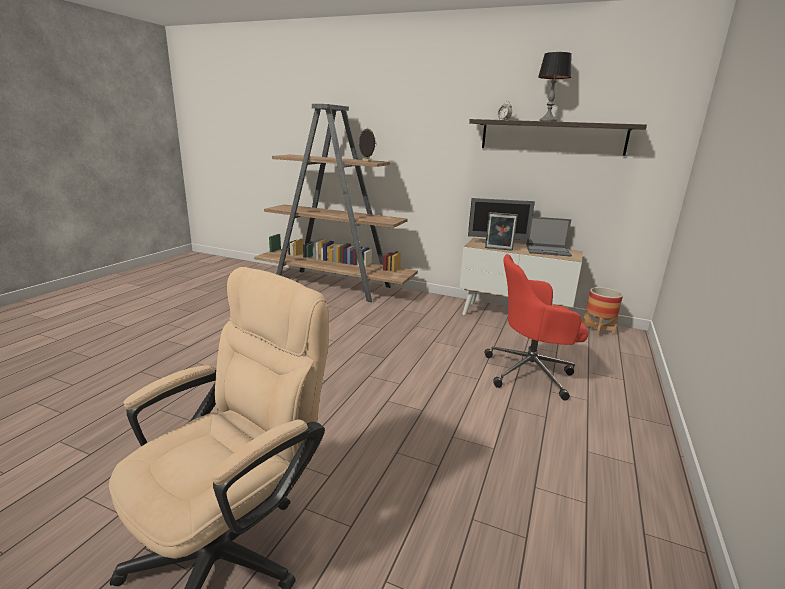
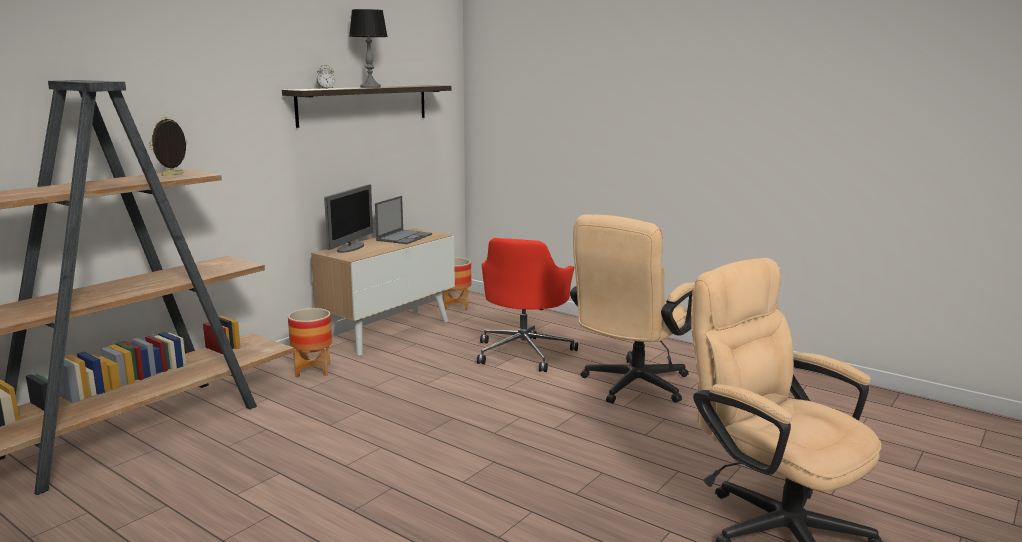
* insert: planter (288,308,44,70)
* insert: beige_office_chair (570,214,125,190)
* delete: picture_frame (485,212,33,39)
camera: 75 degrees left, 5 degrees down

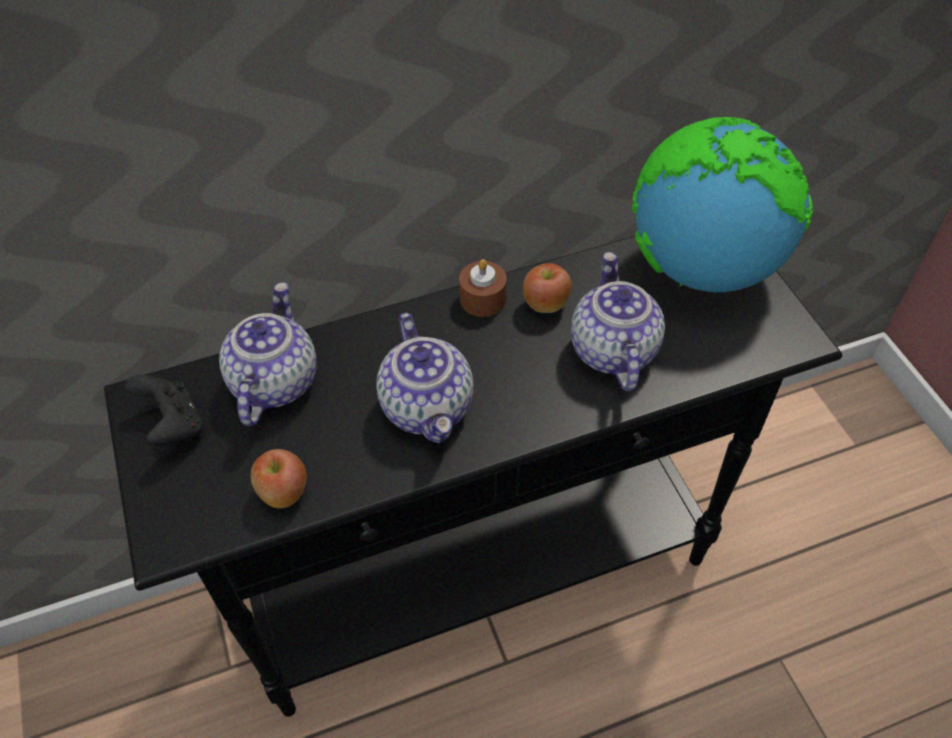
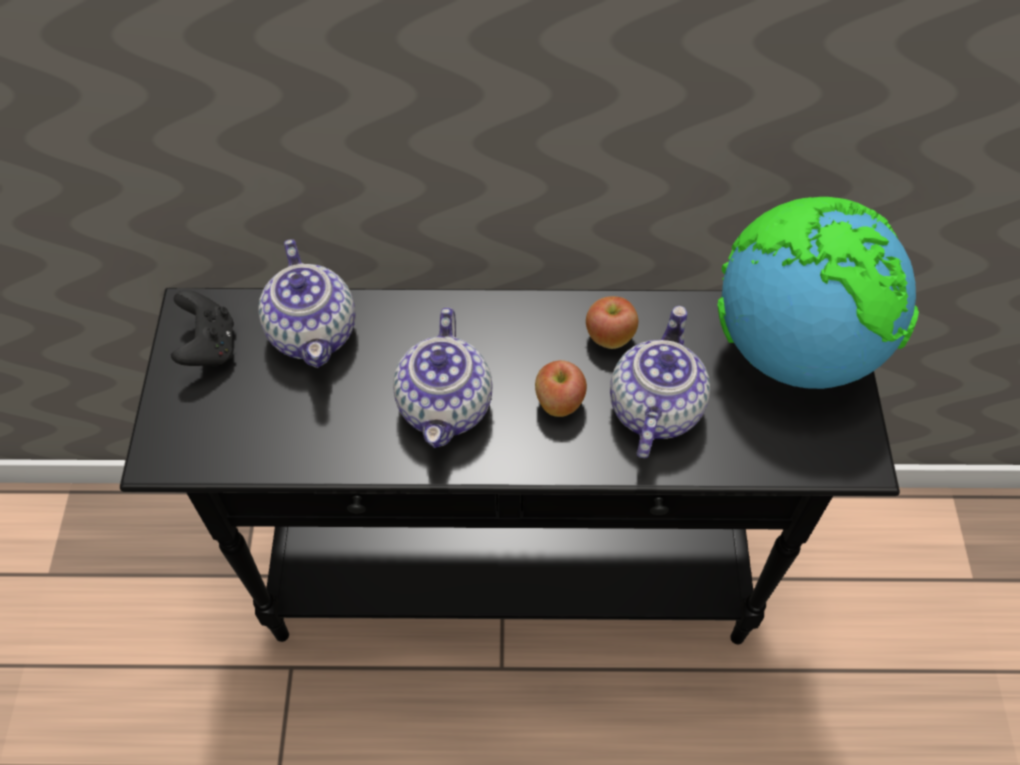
* rotate: teapot (219,282,98,144) = (258,239,98,129) 135 degrees clockwise
* move: apple (251,449,55,59) to (535,360,52,57)
* delete: brown_candle (459,259,48,58)
camera: 20 degrees right, 5 degrees up

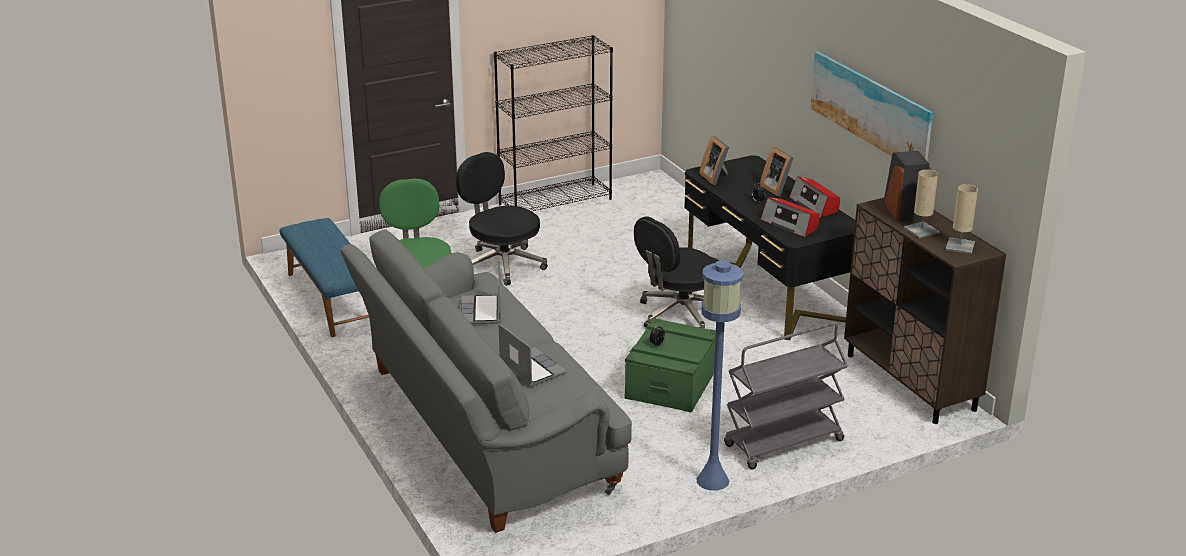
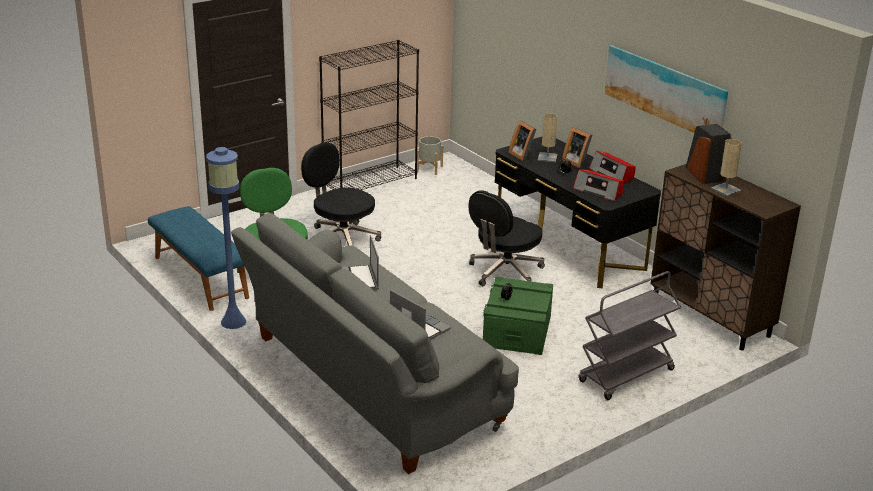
* move: blue_floor_lamp (697,260,46,231) to (206,147,40,182)
* insert: grey_planter (417,136,26,39)
* move: beige_table_lamp (945,184,33,70) to (538,114,20,48)
camera: 10 degrees left, 0 degrees up

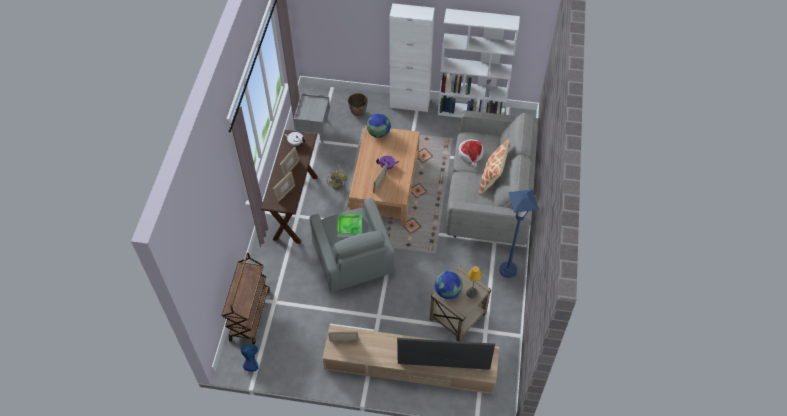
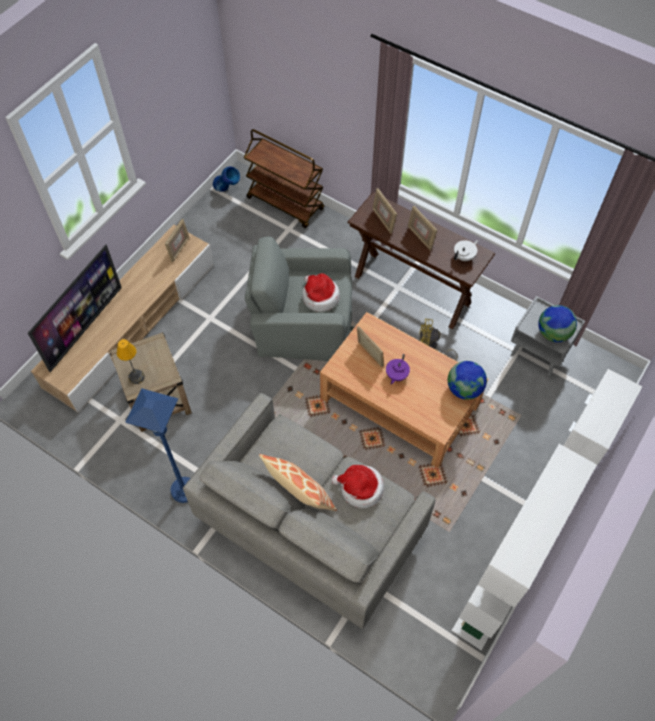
* replace: tray (337,214,25,23) to hat (302,273,38,39)
* move: globe (435,271,28,28) to (538,305,39,37)
* delete: planter (348,93,20,23)
camera: 115 degrees right, 5 degrees up

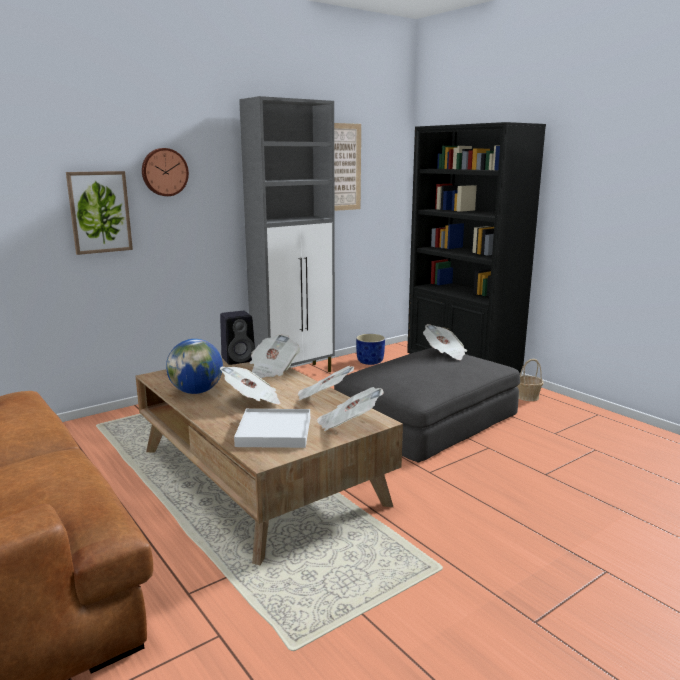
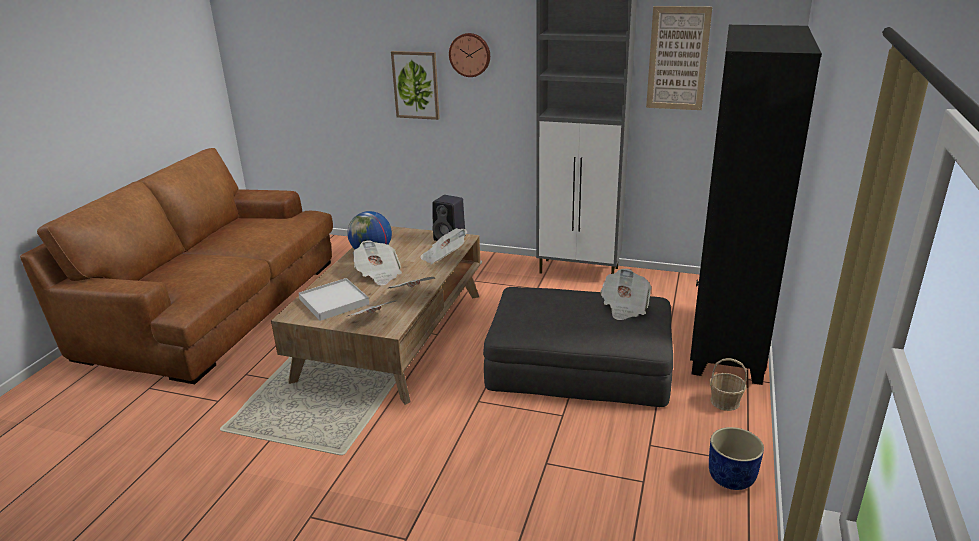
* move: blue_planter (356,334,29,31) to (709,427,55,63)
camera: 55 degrees right, 10 degrees up

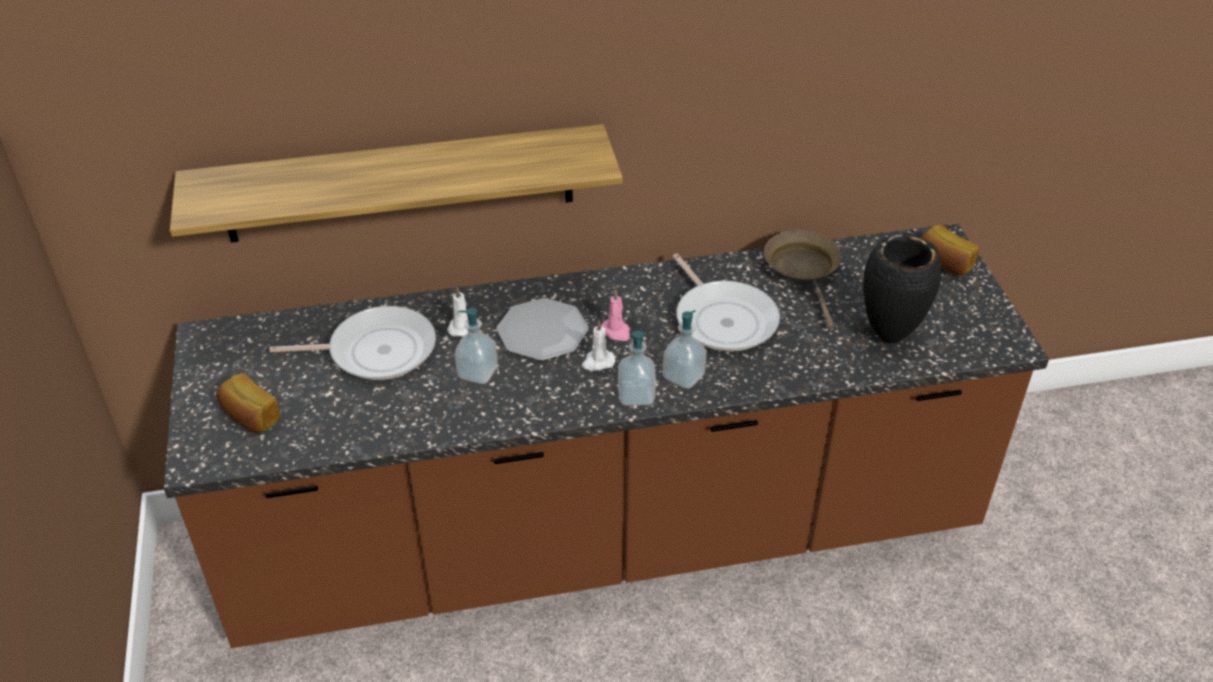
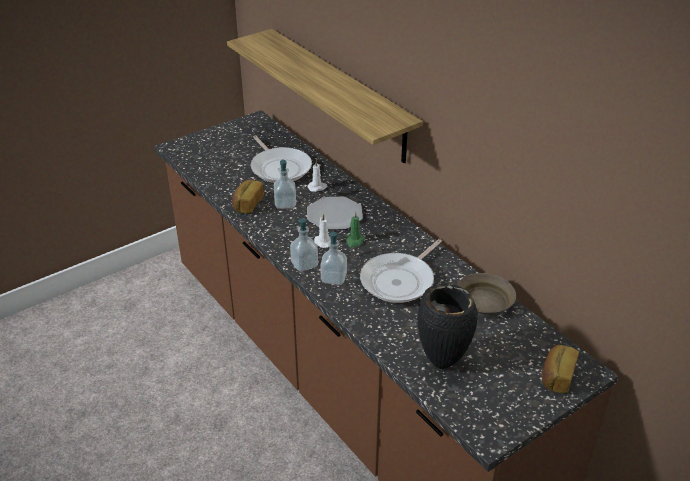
* move: bread (216,373,64,60) to (232,180,32,34)
* recolor: pink_candle (601,290,29,51) to green_candle (346,212,19,36)
camera: 65 degrees right, 5 degrees down

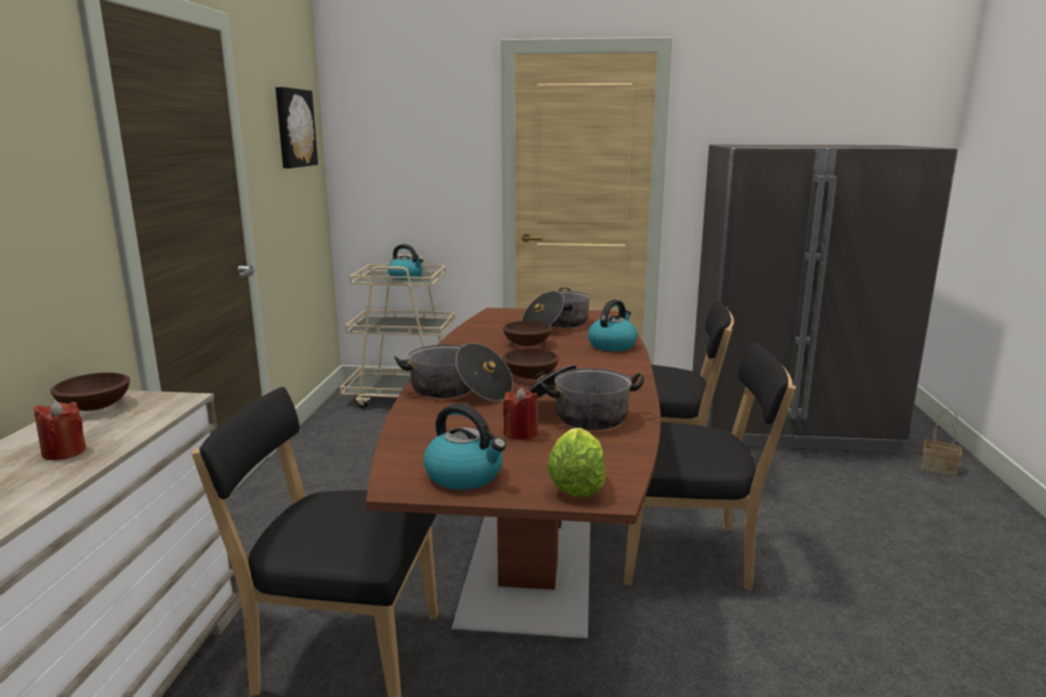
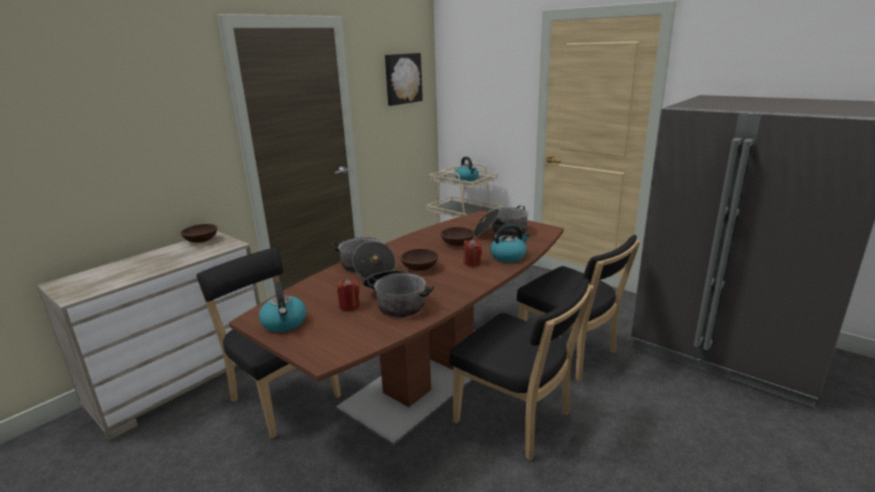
* move: red_candle (34,400,52,60) to (463,239,19,28)
* delete: lettuce (547,428,58,69)
* delete: basket (921,409,41,67)
camera: 35 degrees right, 5 degrees up

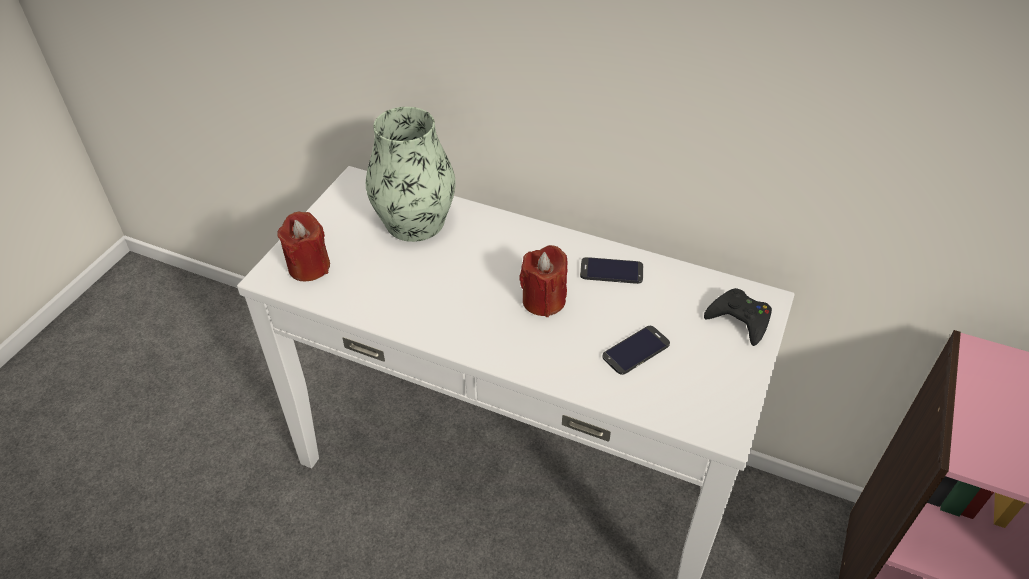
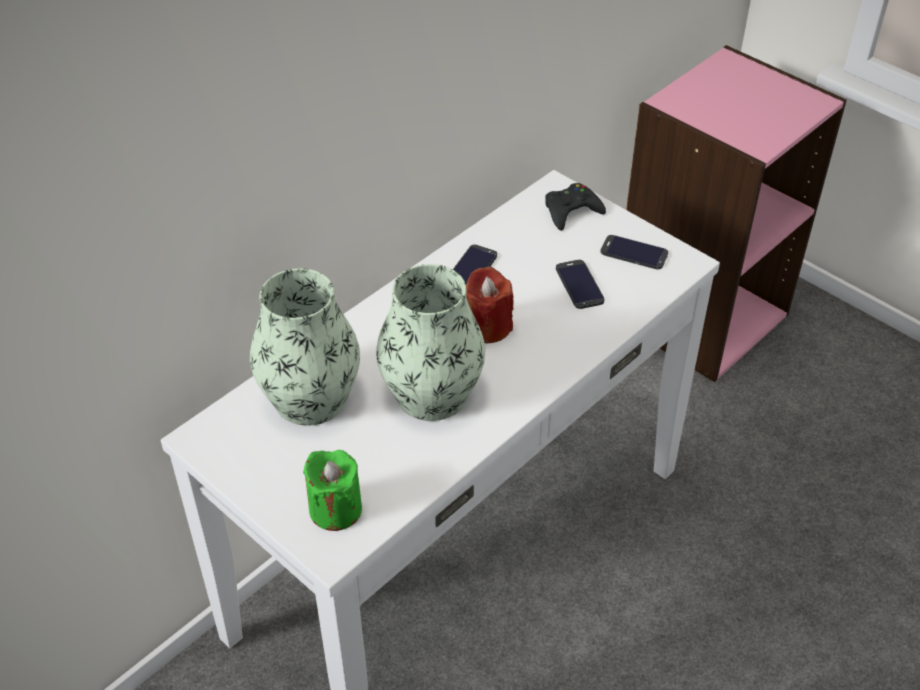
* recolor: red_candle (277,212,53,69) to green_candle (303,450,59,81)
* insert: vase (376,264,110,157)
* insert: phone (600,235,68,34)
camera: 70 degrees left, 0 degrees up

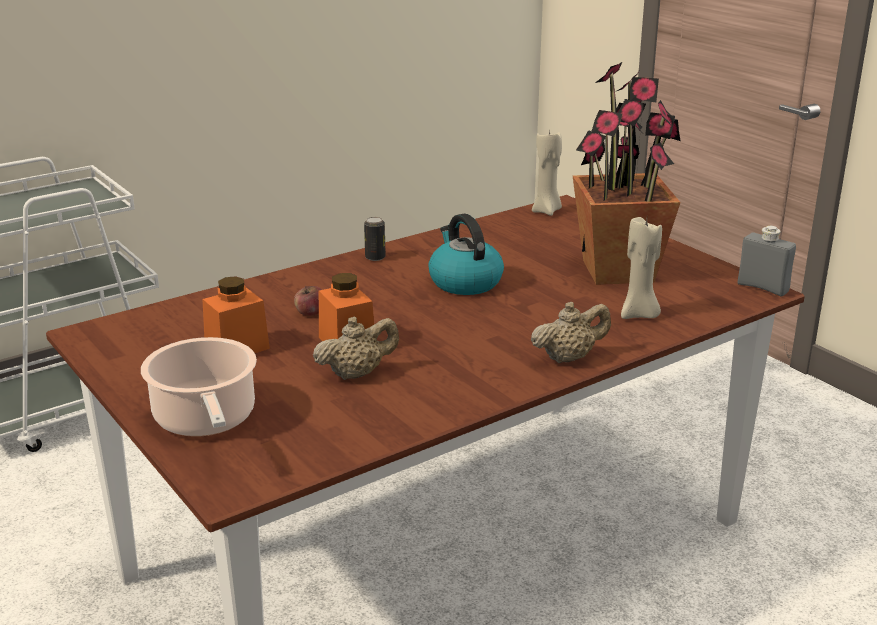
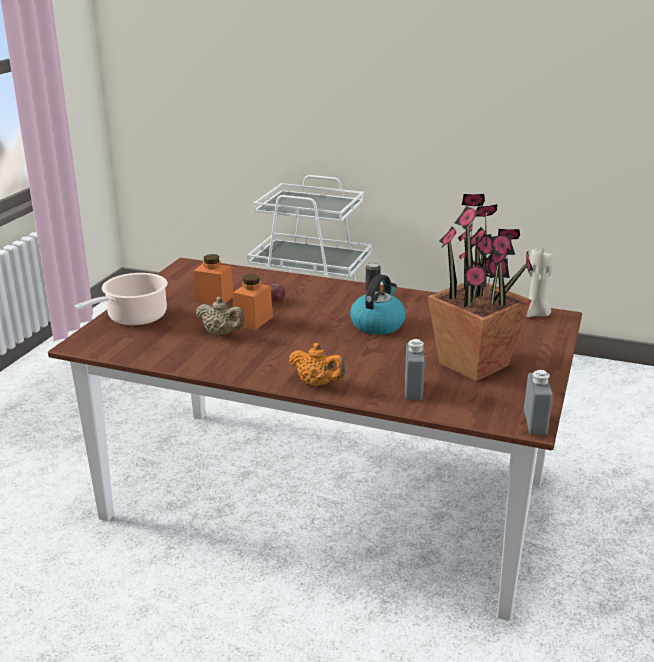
* recolor: beige_teapot (531,302,80,61) to orange_teapot (289,343,56,44)
* replace: beige_candle (621,217,41,102) to grey_bottle (405,339,20,61)
camera: 55 degrees right, 0 degrees up

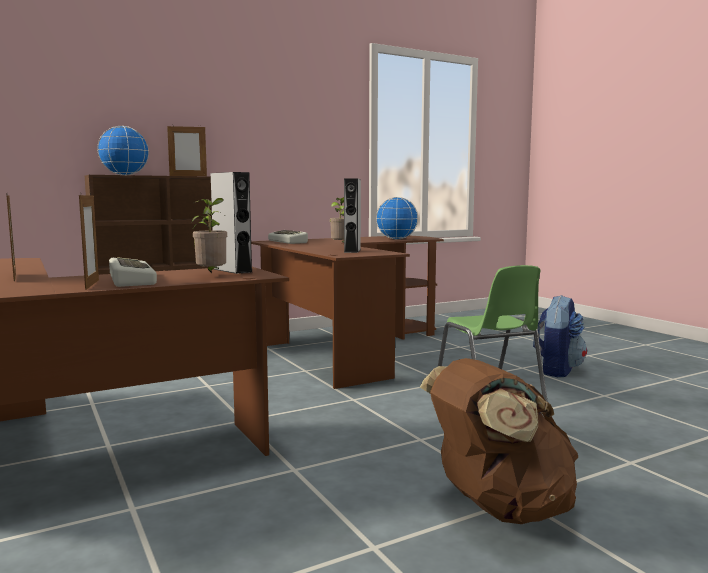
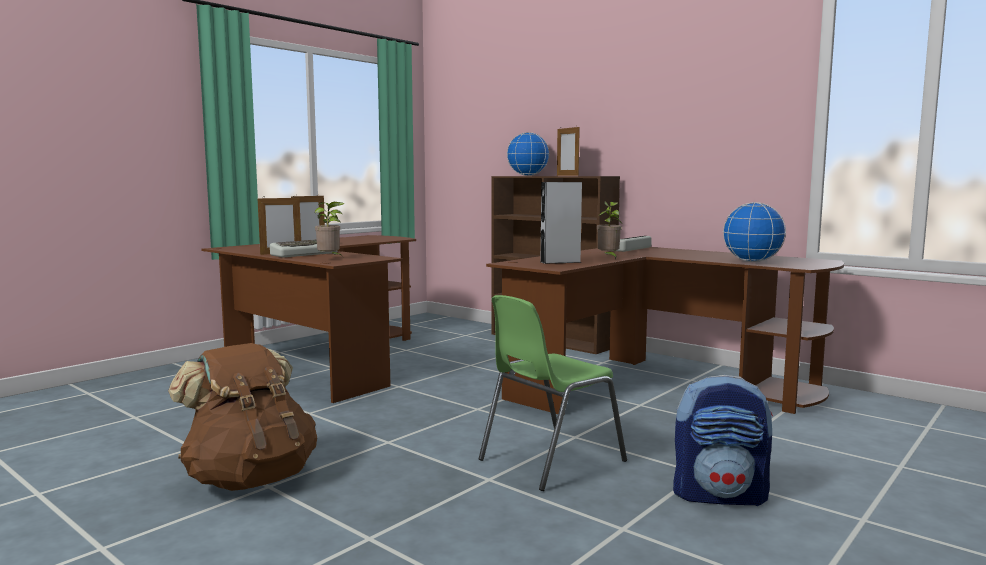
* delete: grey_speaker (211,172,41,102)
camera: 70 degrees right, 0 degrees up

